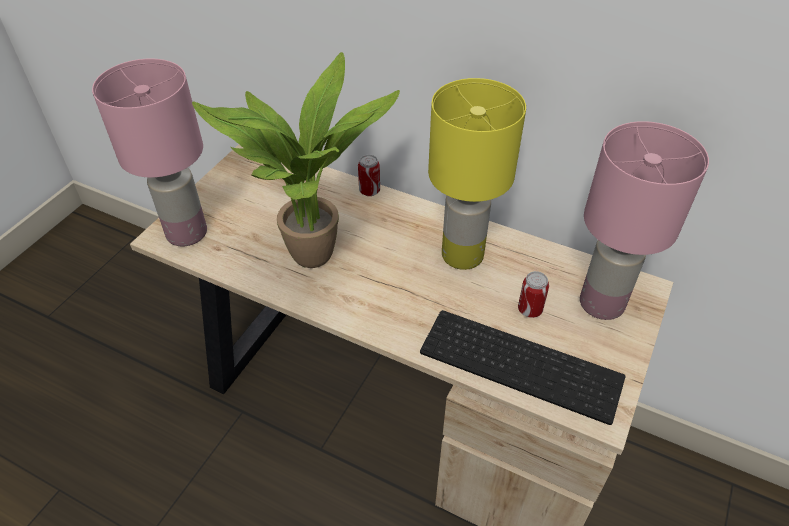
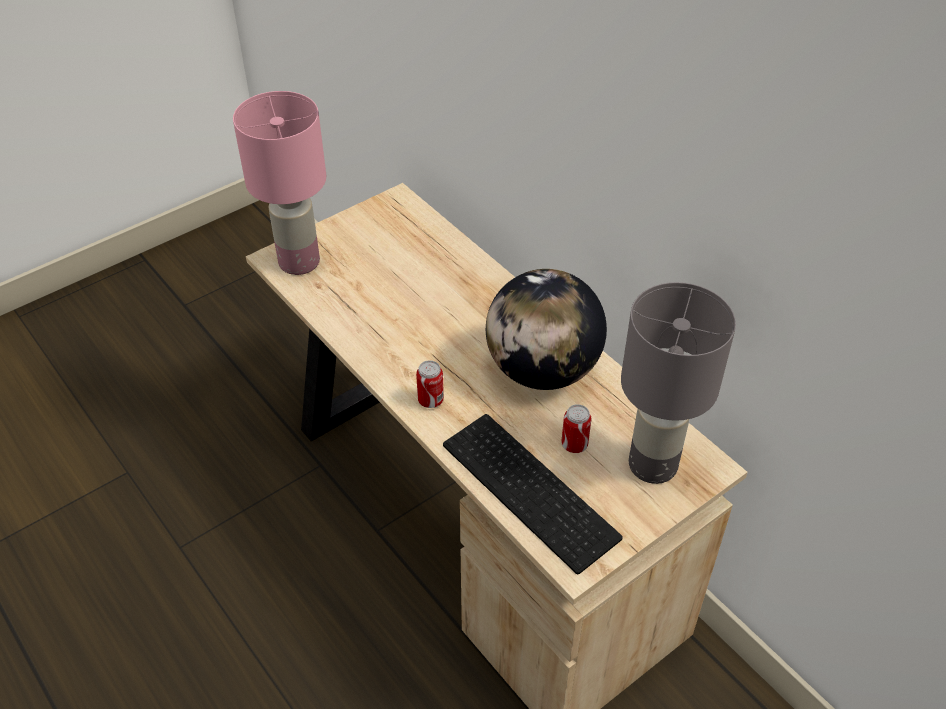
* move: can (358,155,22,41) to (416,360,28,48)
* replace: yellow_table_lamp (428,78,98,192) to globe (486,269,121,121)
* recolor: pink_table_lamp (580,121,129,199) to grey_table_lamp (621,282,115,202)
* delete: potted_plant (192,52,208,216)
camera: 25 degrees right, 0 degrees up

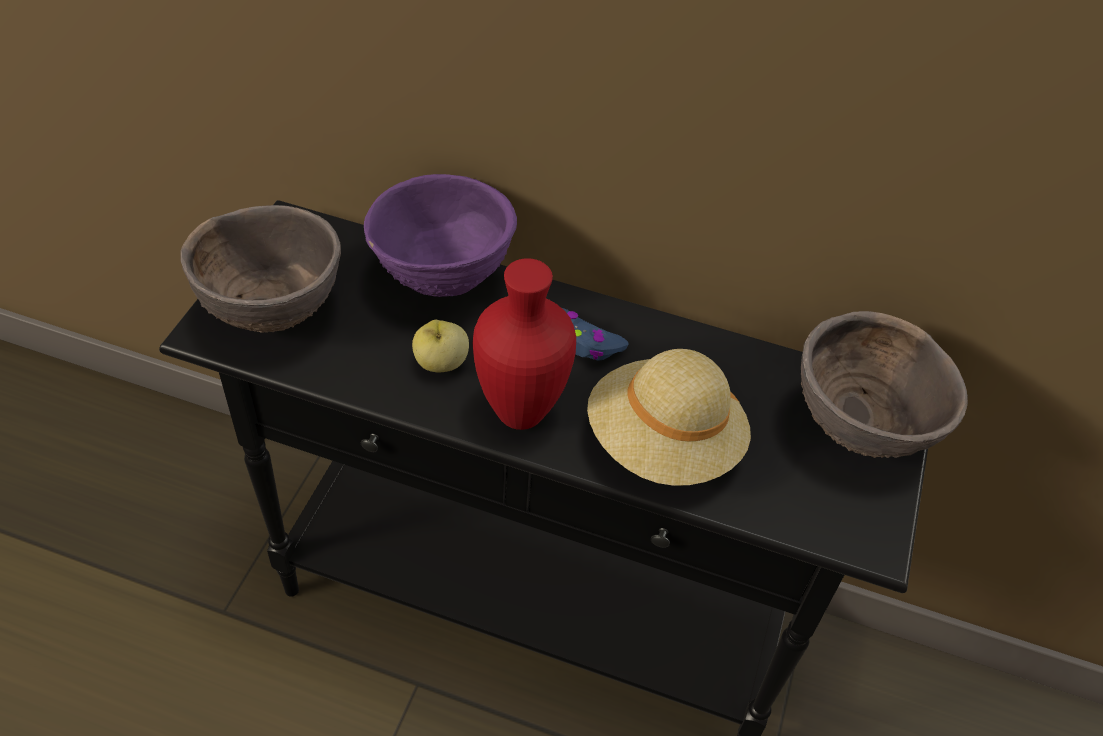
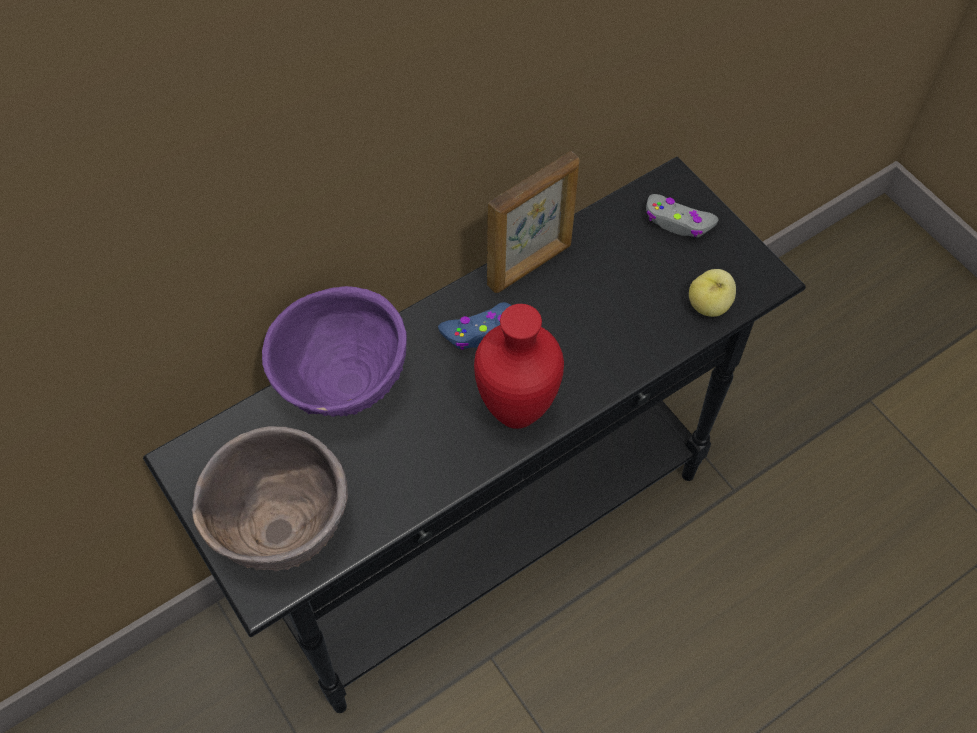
* insert: picture_frame (487,151,92,142)
* replace: brown_bowl (801,311,167,147) to grey_game_controller (646,194,73,43)
* move: apple (412,320,57,52) to (689,269,47,48)
* delete: beige_hat (587,349,164,137)
camera: 50 degrees left, 10 degrees up

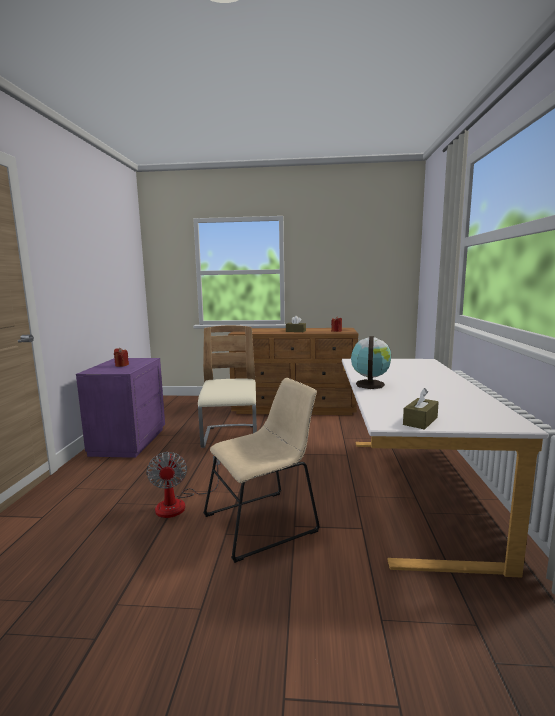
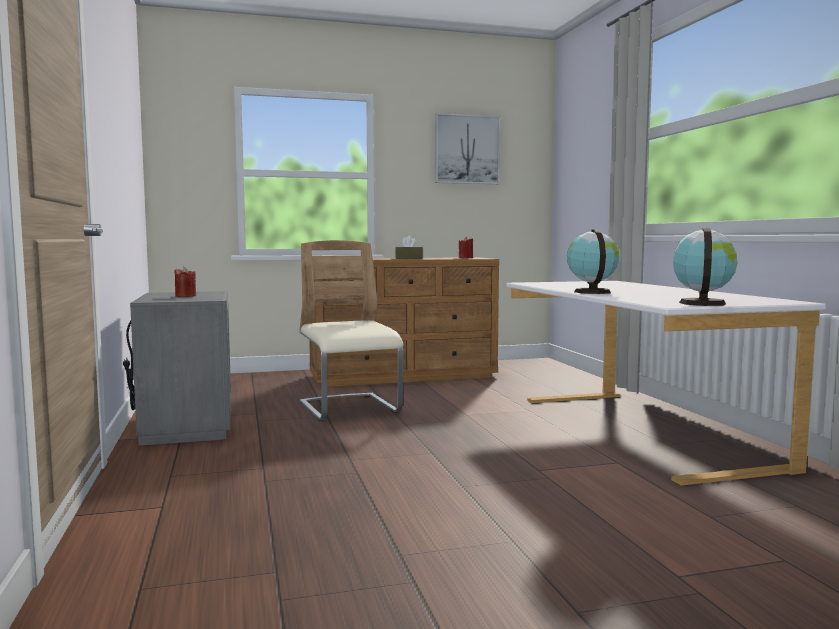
* recolor: purple_nightstand (76,358,89,100) to grey_nightstand (123,291,108,155)
* insert: picture (435,113,65,71)
* replace: brown_tissue_box (403,388,36,42) to globe (673,227,65,79)
* delete: fan (146,452,74,66)
* delete: beige_chair (203,378,117,185)
camera: 20 degrees left, 5 degrees down

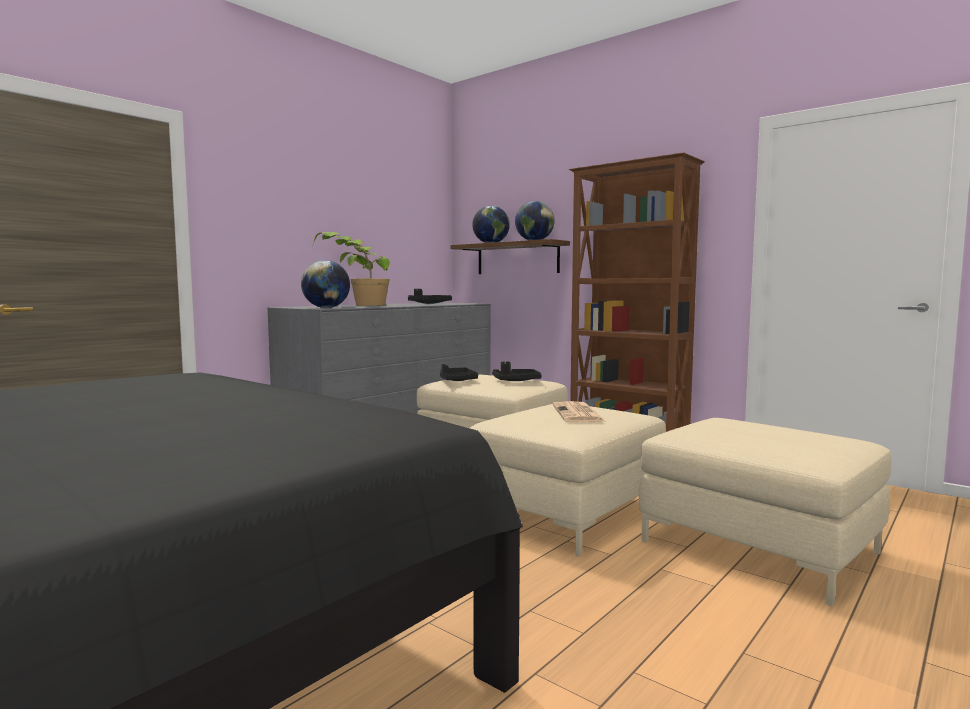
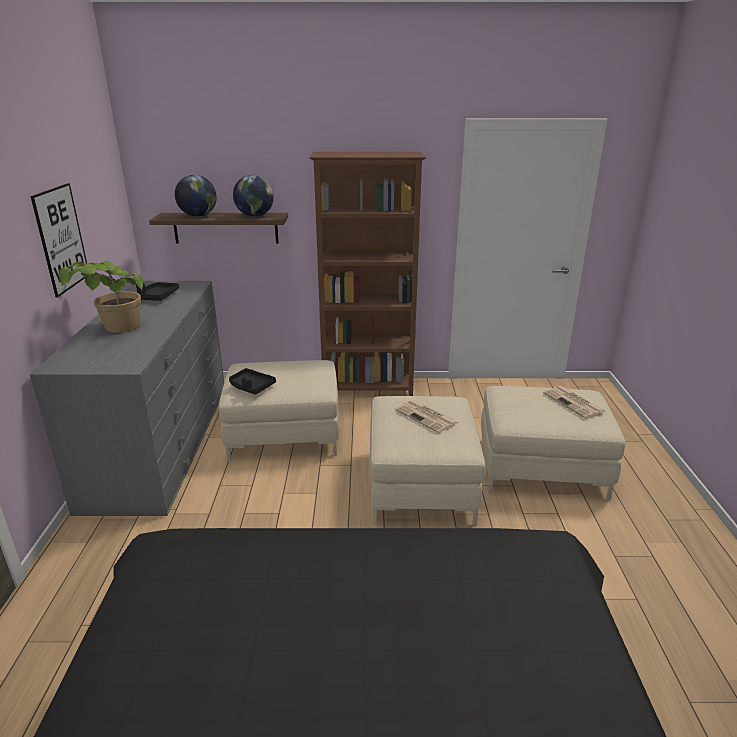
* insert: picture (31,183,56,114)
* insert: newspaper (543,386,63,33)
* delete: globe (301,260,49,48)
* delete: black_tray (492,362,50,19)
camera: 40 degrees left, 20 degrees up

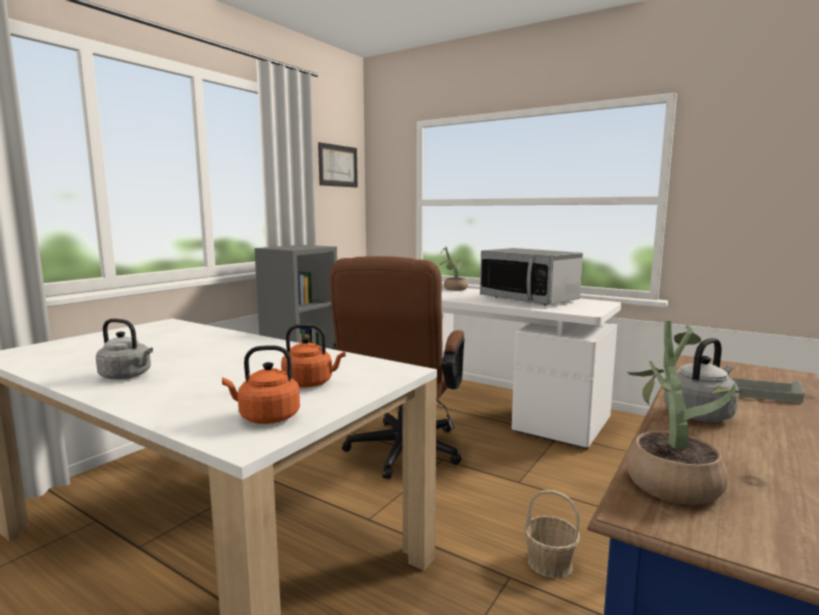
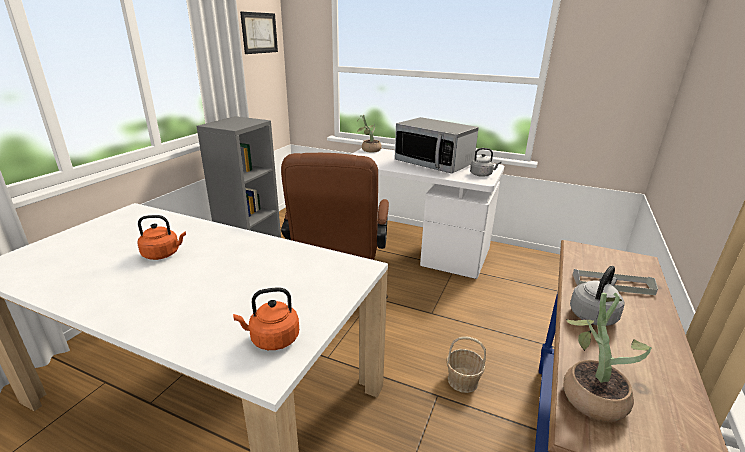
* move: orange_kettle (281,324,65,64) to (137,215,49,45)
* move: grey_kettle (96,319,57,60) to (470,148,31,29)
camera: 10 degrees left, 15 degrees up

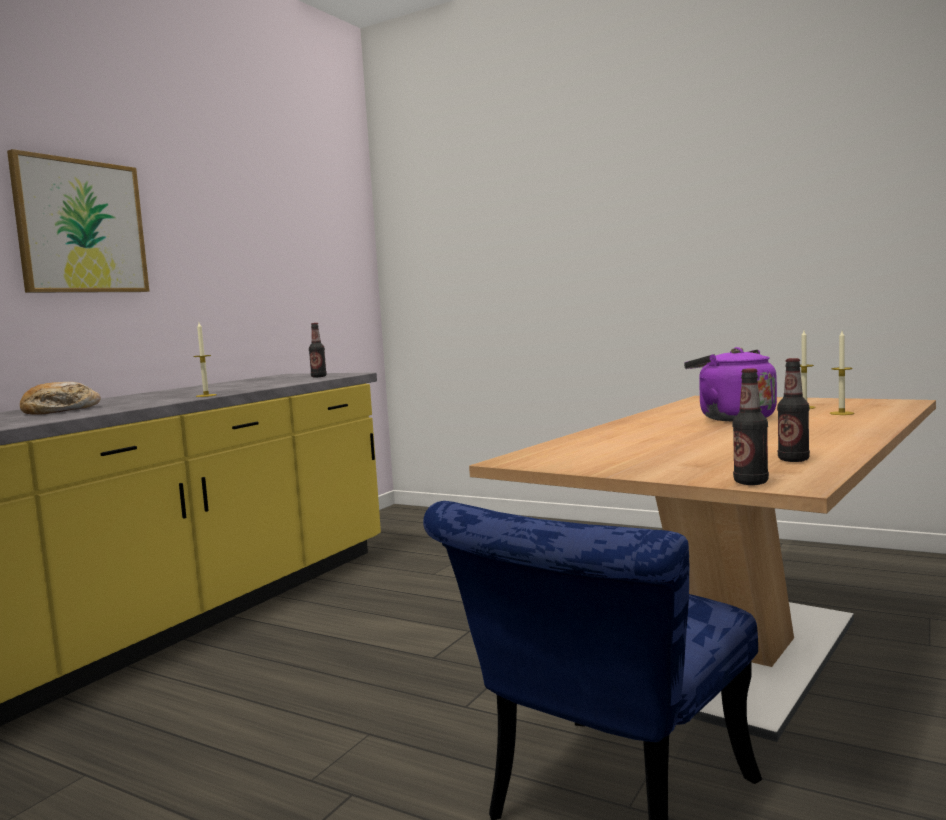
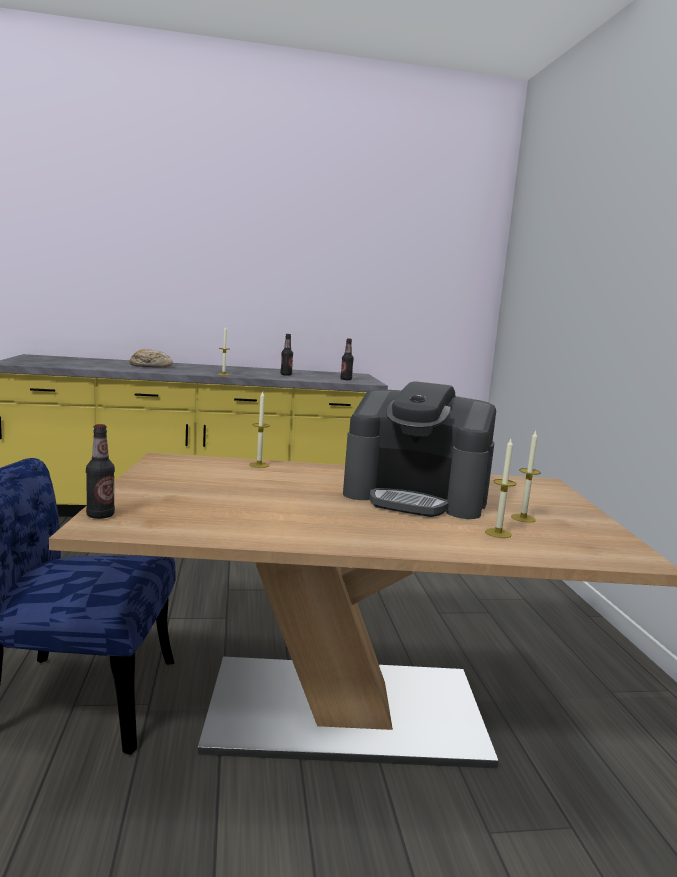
* insert: candle (249,391,21,77)
* move: bottle (777,358,33,104) to (280,334,13,42)
* replace: purple_kettle (684,347,93,74) to coffee_machine (343,381,153,138)
* delete: picture (7,149,143,144)
camera: 50 degrees right, 5 degrees up

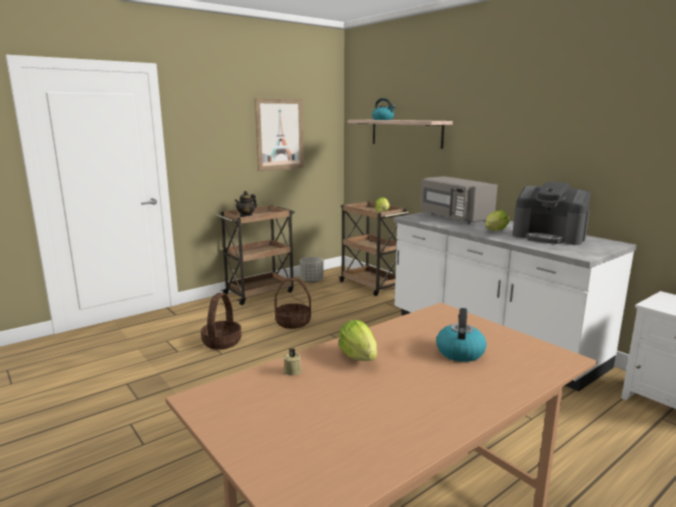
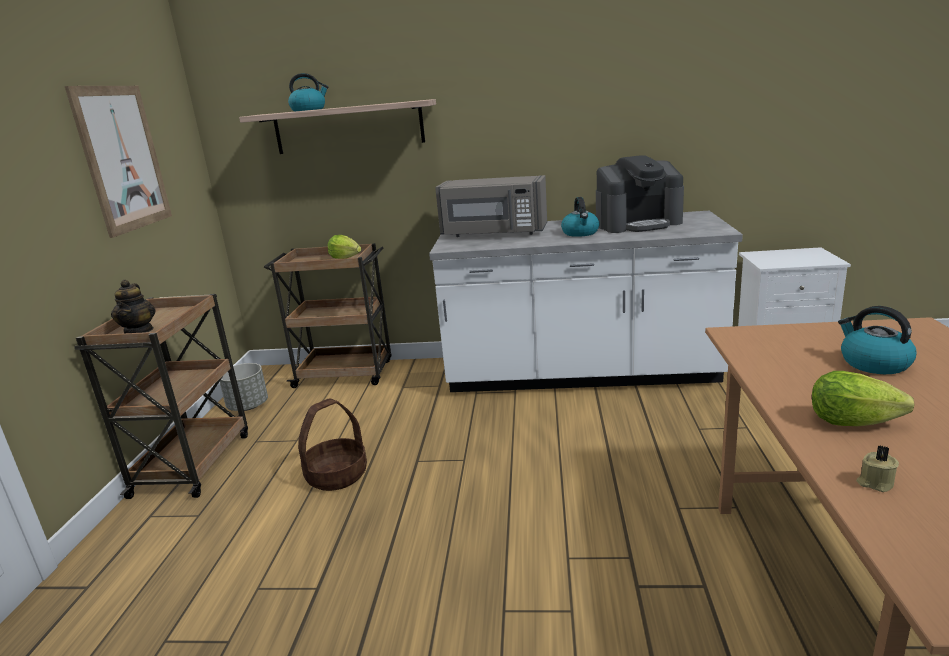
* replace: lettuce (485,210,24,21) to kettle (561,197,39,40)
* delete: basket (201,293,41,56)
camera: 45 degrees left, 5 degrees up

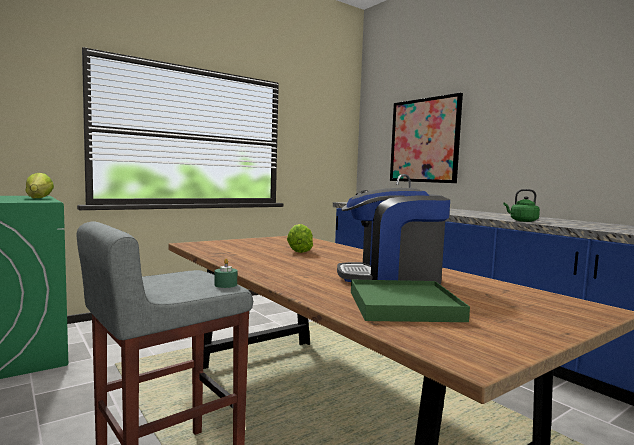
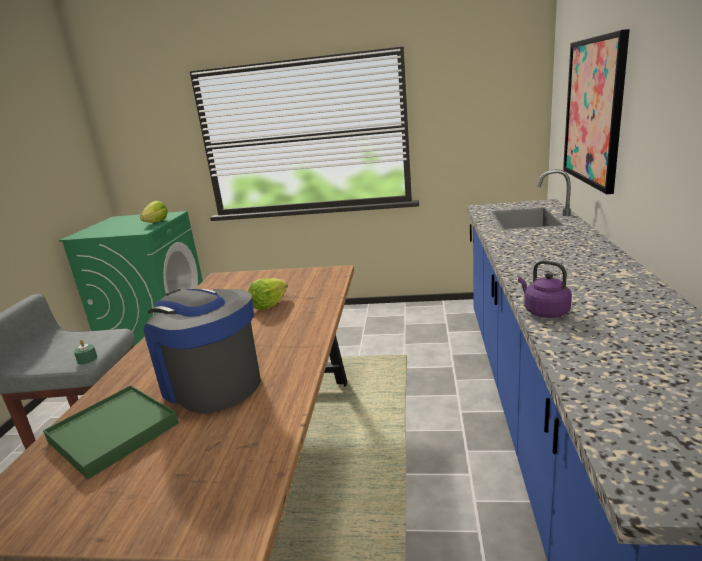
* recolor: green_kettle (503,189,37,33) to purple_kettle (518,260,54,58)
camera: 45 degrees right, 15 degrees up

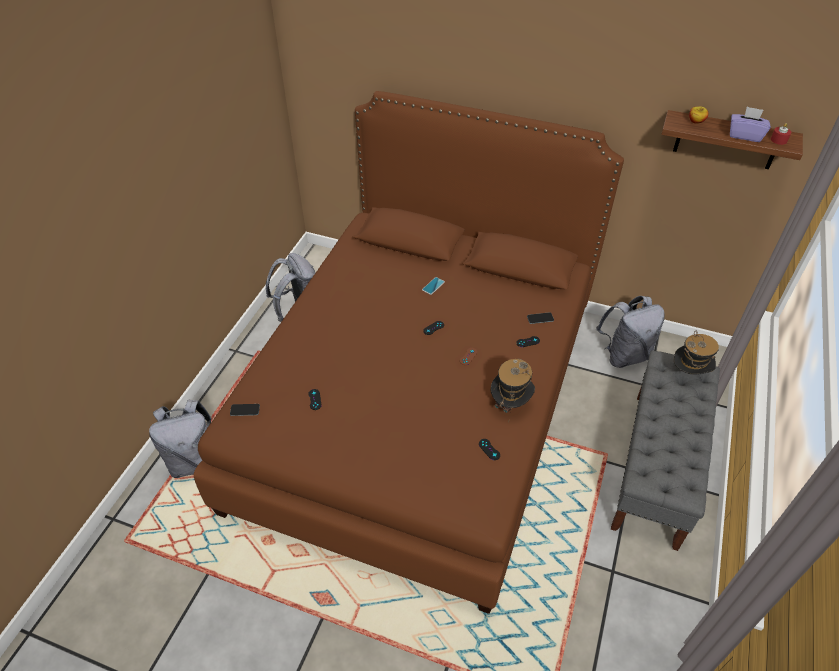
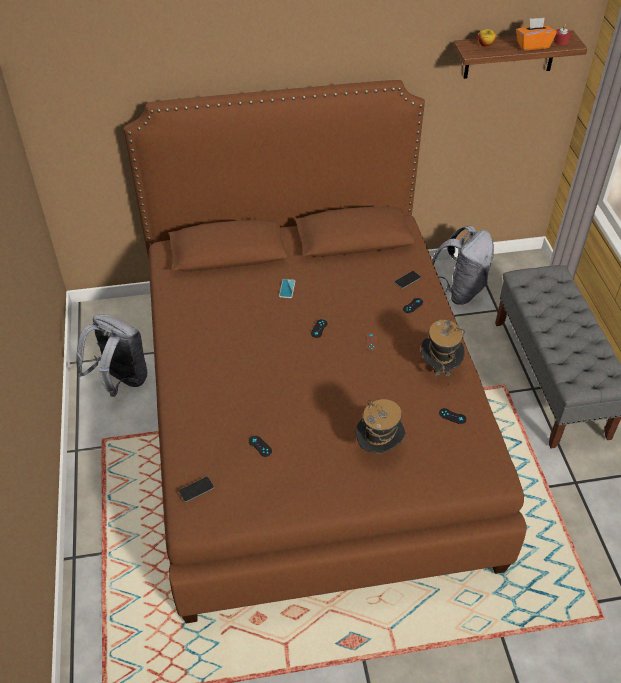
* move: hat (674,330,45,44) to (356,399,50,54)
* recolor: purple_tissue_box (730,107,41,35) to orange_tissue_box (516,18,41,32)
* delete: grey_backpack (149,400,63,78)
camera: 30 degrees left, 0 degrees up

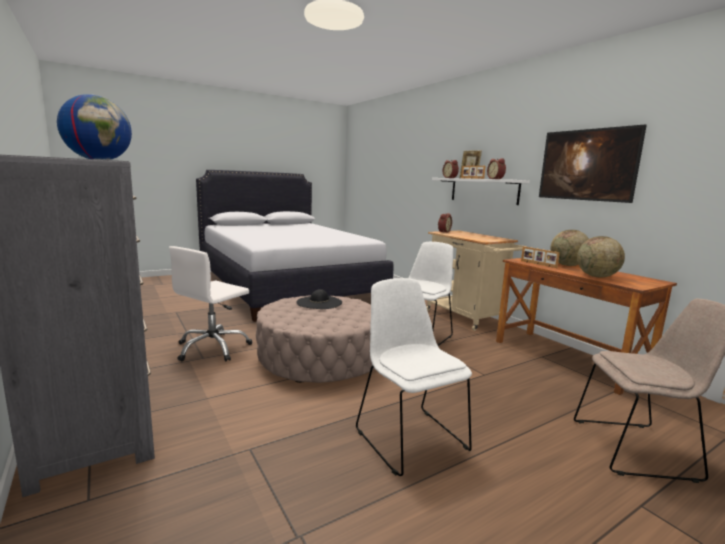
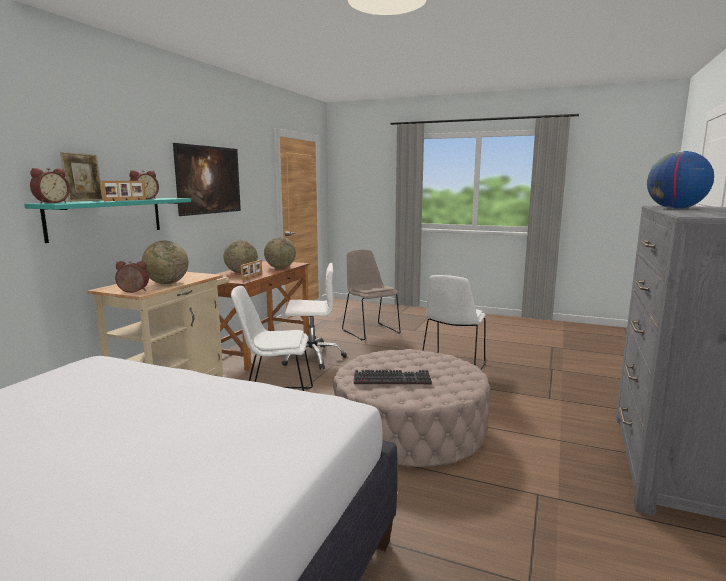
* recolor: white_shelf (432,178,98,27) to turquoise_shelf (24,198,167,45)
* insert: globe (142,241,46,43)
* move: white_office_chair (169,246,83,116) to (282,263,65,106)
* replace: black_hat (296,289,46,20) to keyboard (354,370,78,15)
camera: 125 degrees left, 0 degrees up

